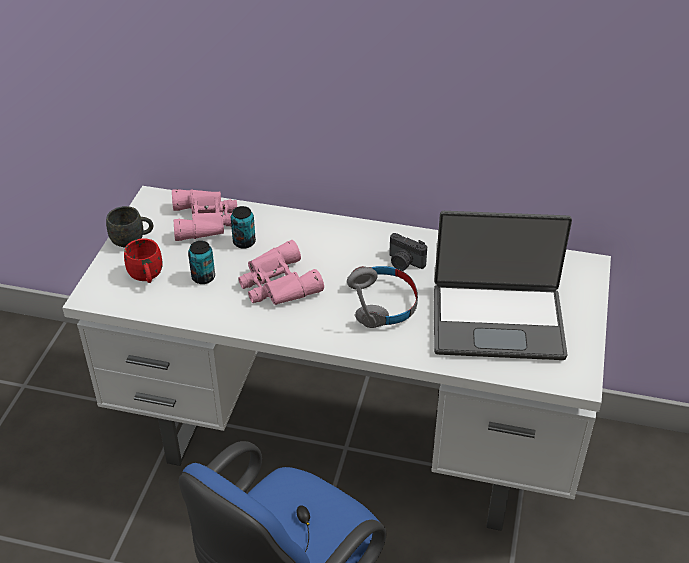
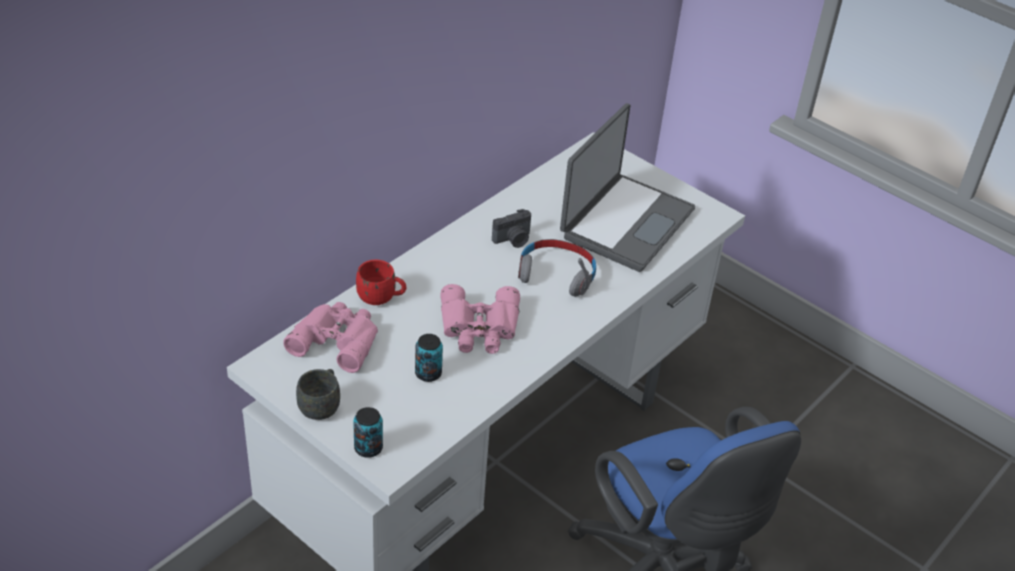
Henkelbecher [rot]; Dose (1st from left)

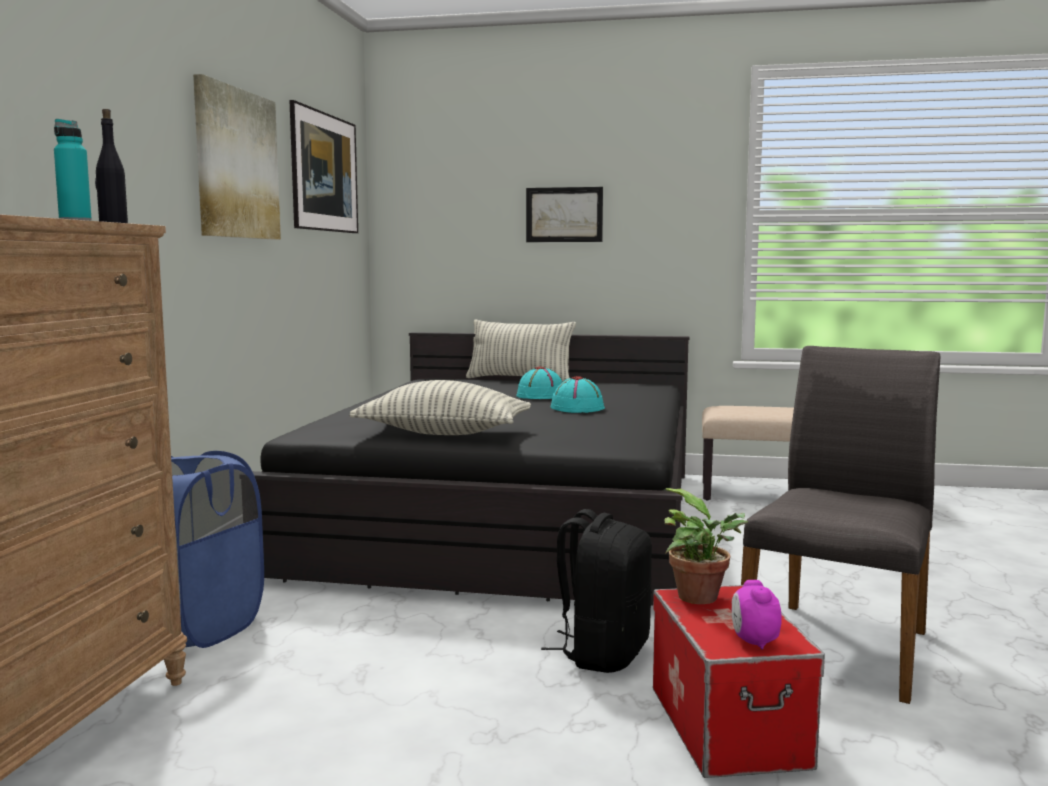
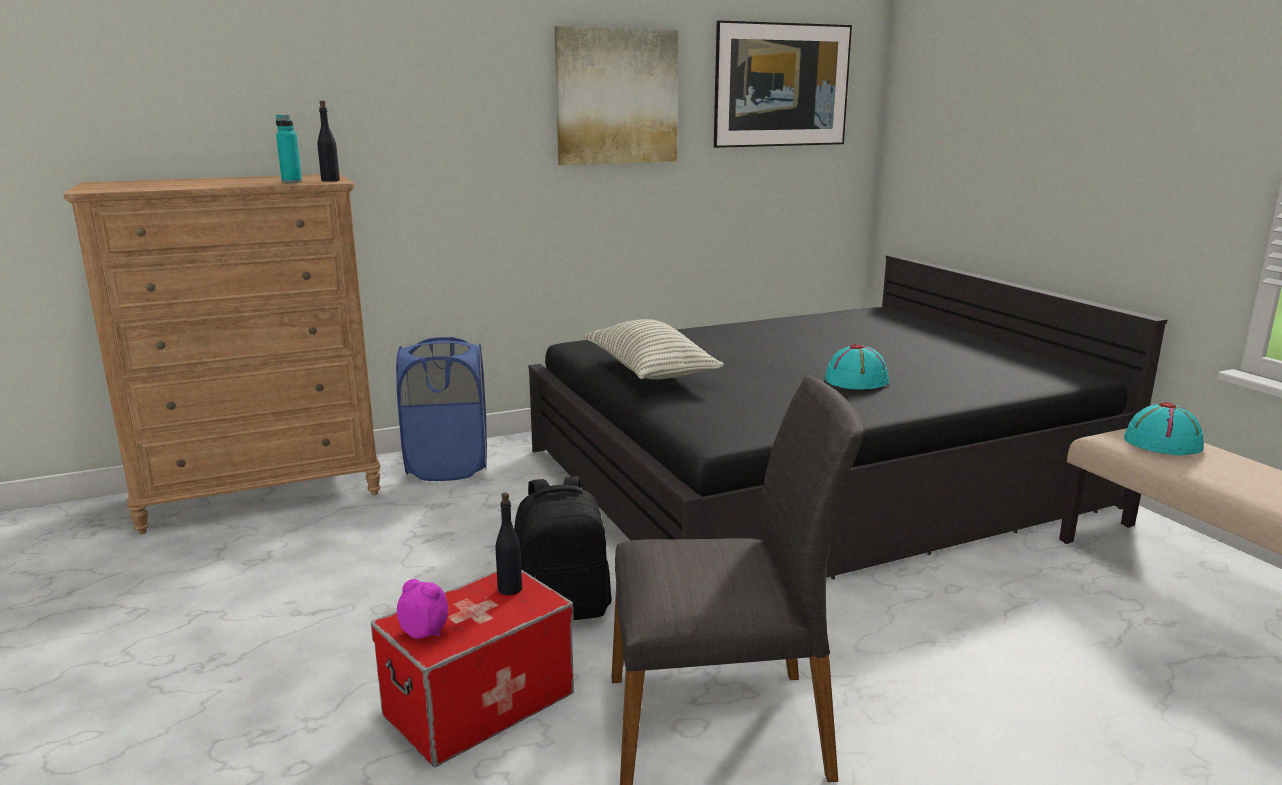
Kissen (2nd from left in the first image); Bild (3rd from left in the first image); Hut [türkis] (2nd from left); Flasche [schwarz] (2nd from left); Wecker

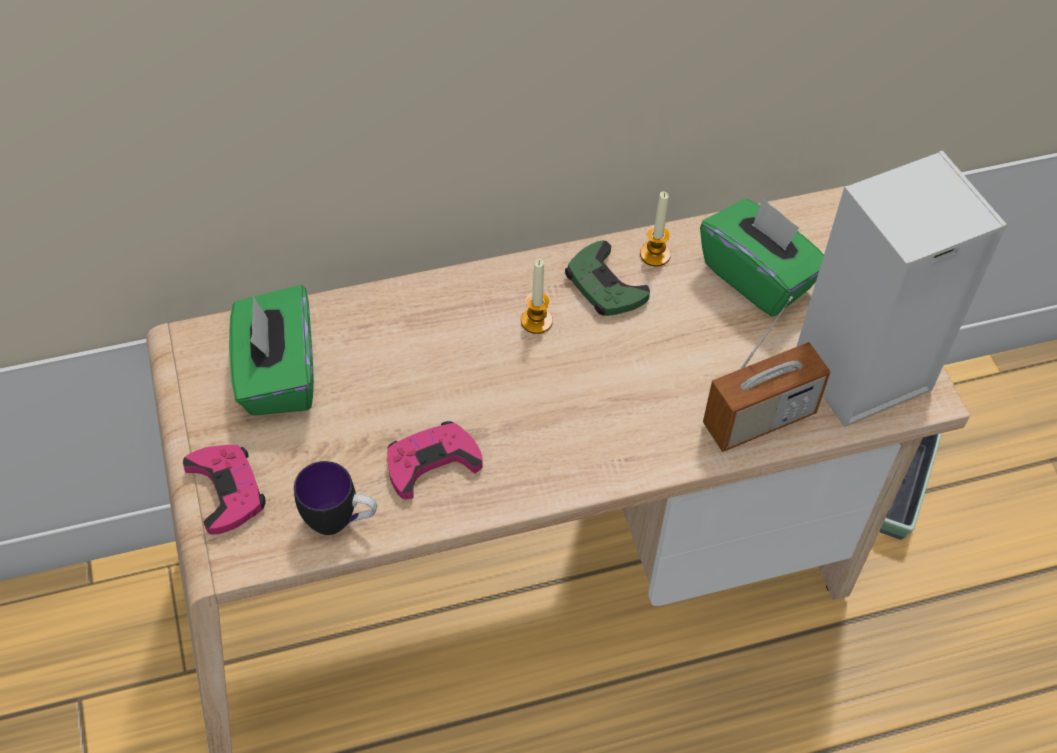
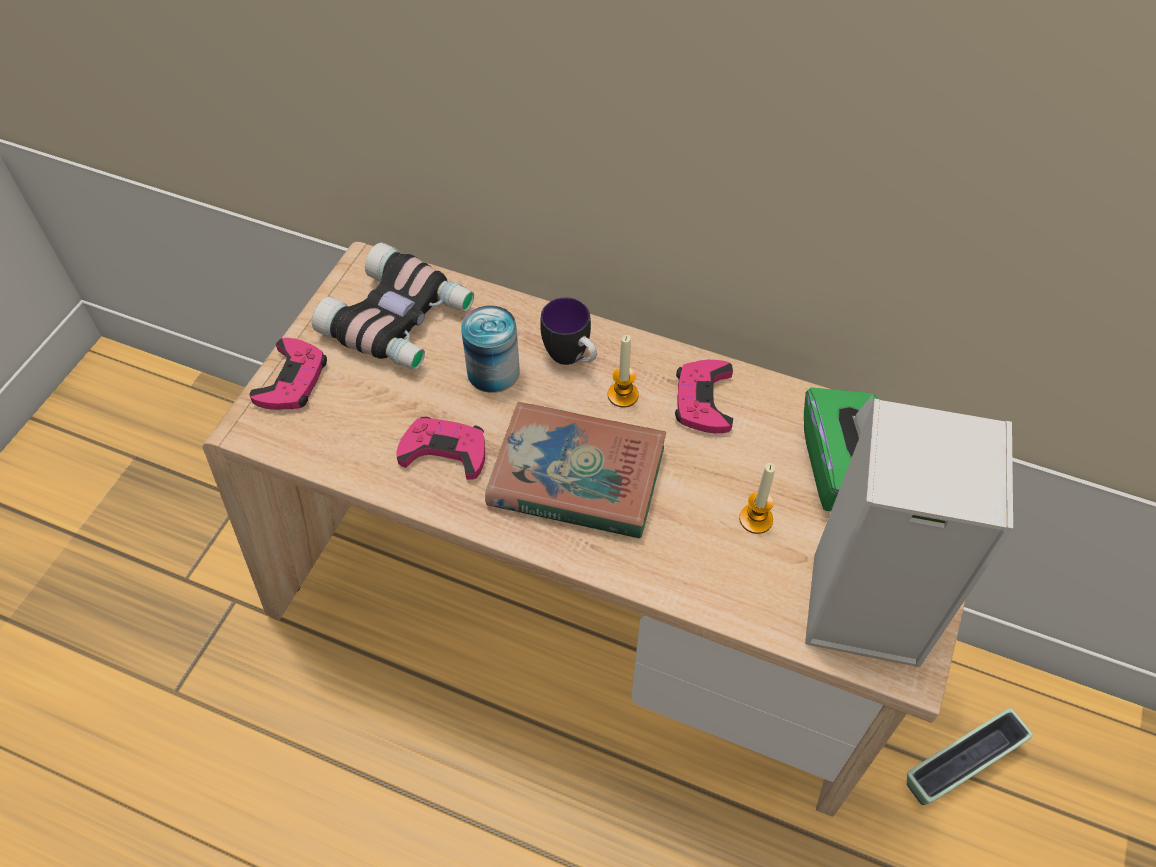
Radio; Dose; Buch; Henkelbecher; Kerze (2nd from left); Fernglas; Gamepad [rosa] (3rd from left)

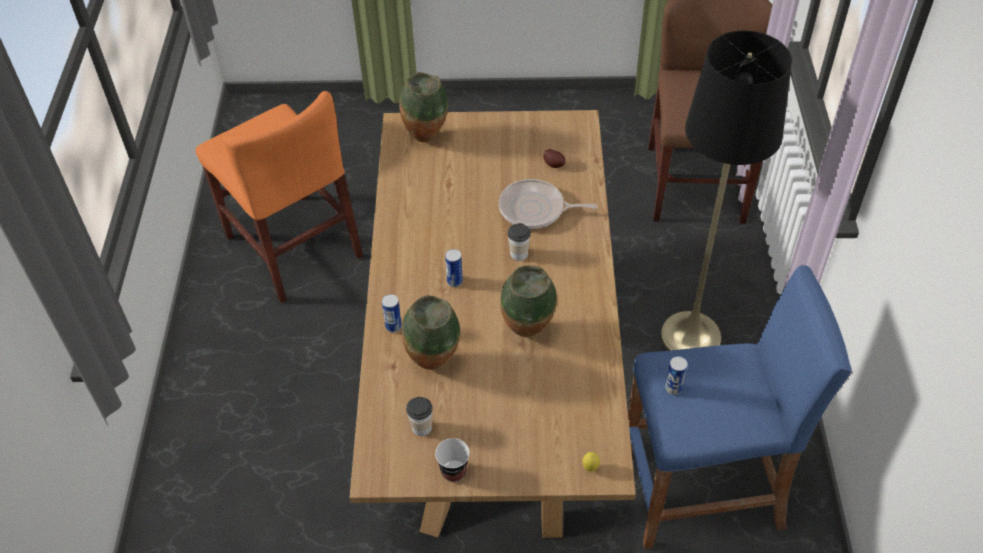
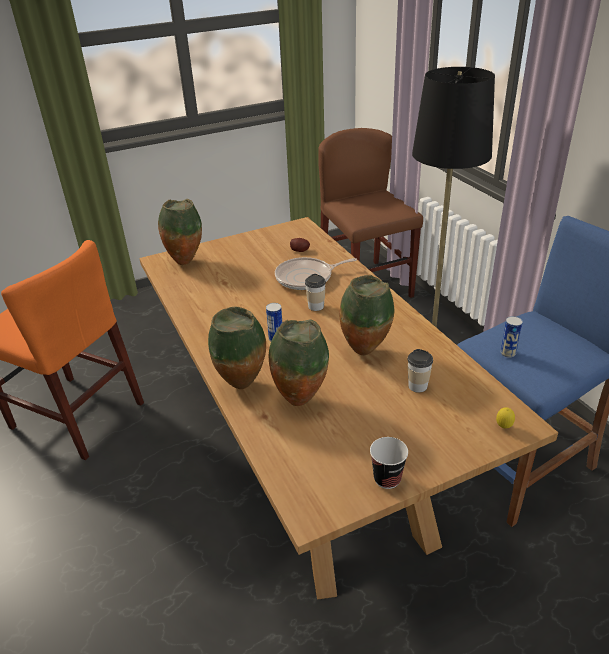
Tasse (3rd from left); Vase (2nd from left)

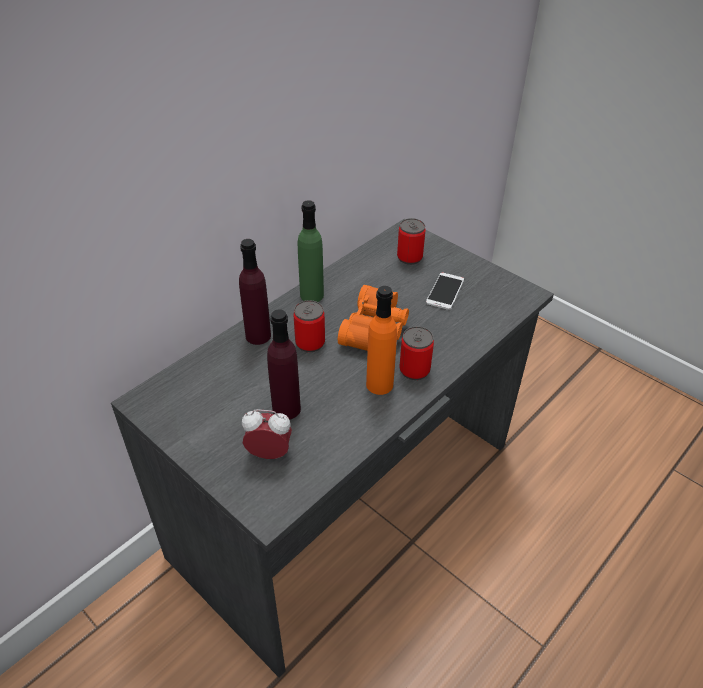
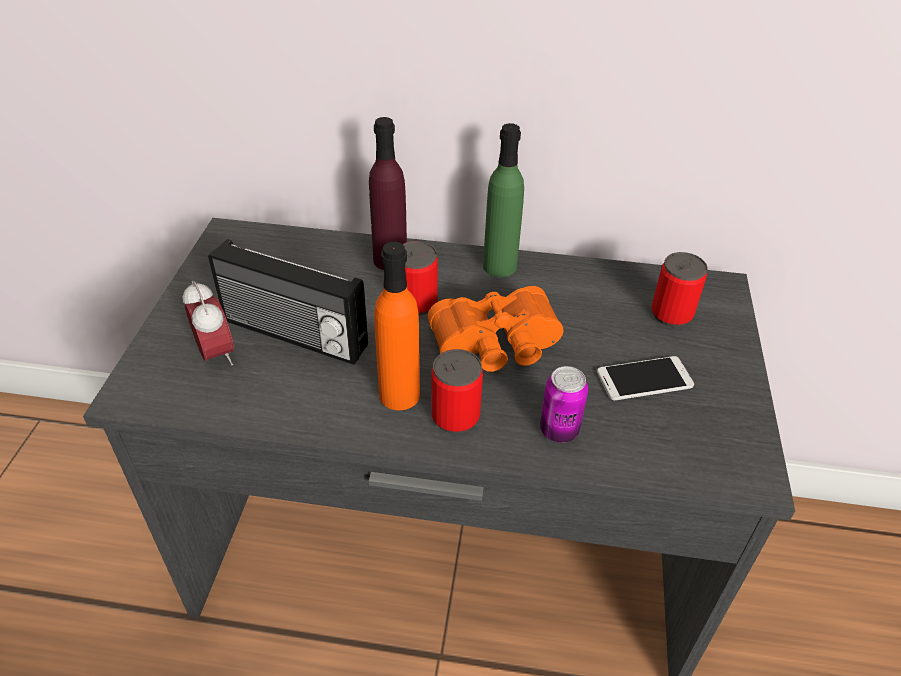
Dose (3rd from left); Radio

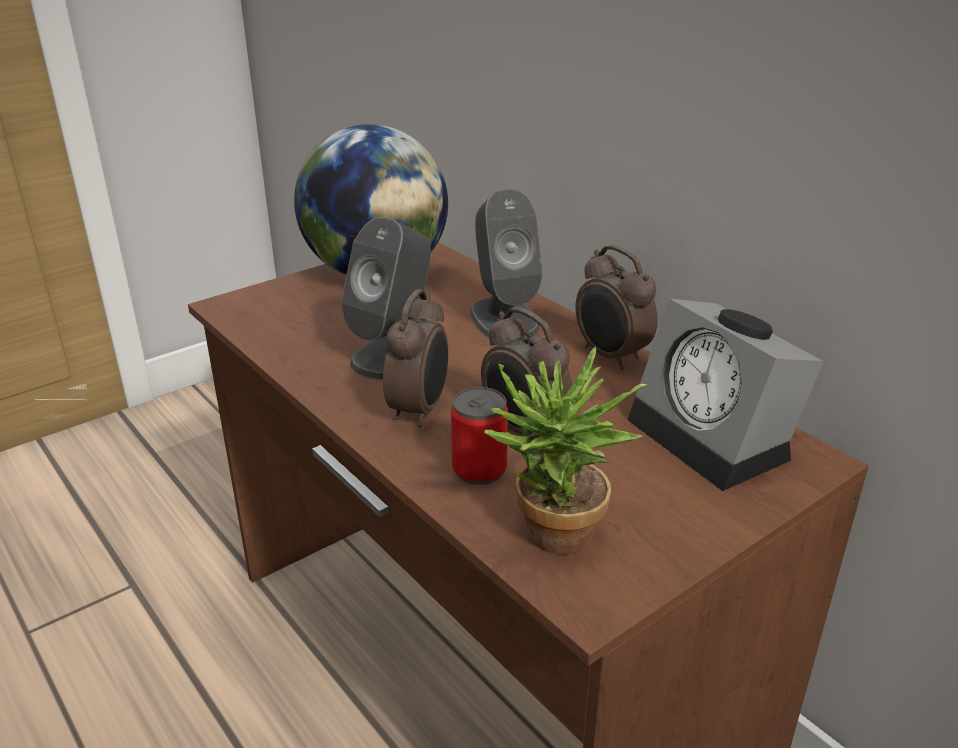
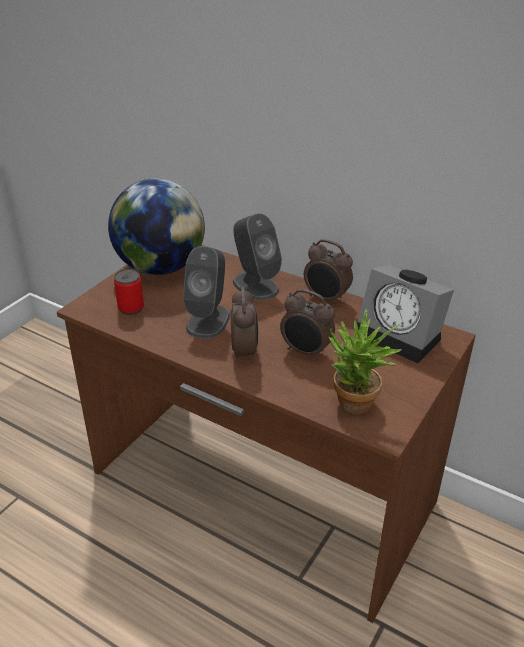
Dose

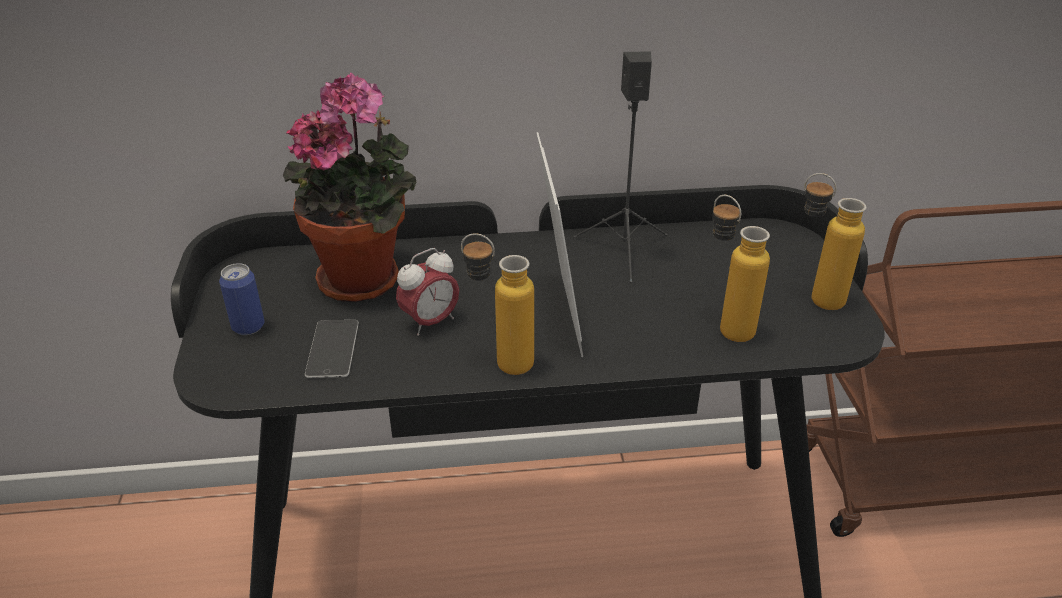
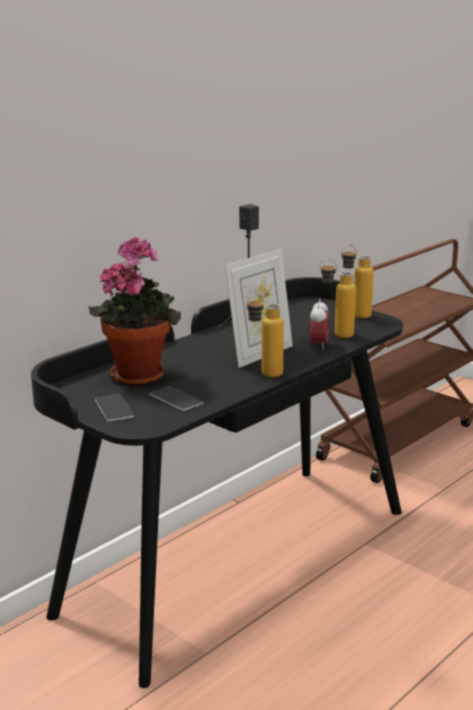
Wecker; Handy (1st from left); Bilderrahmen

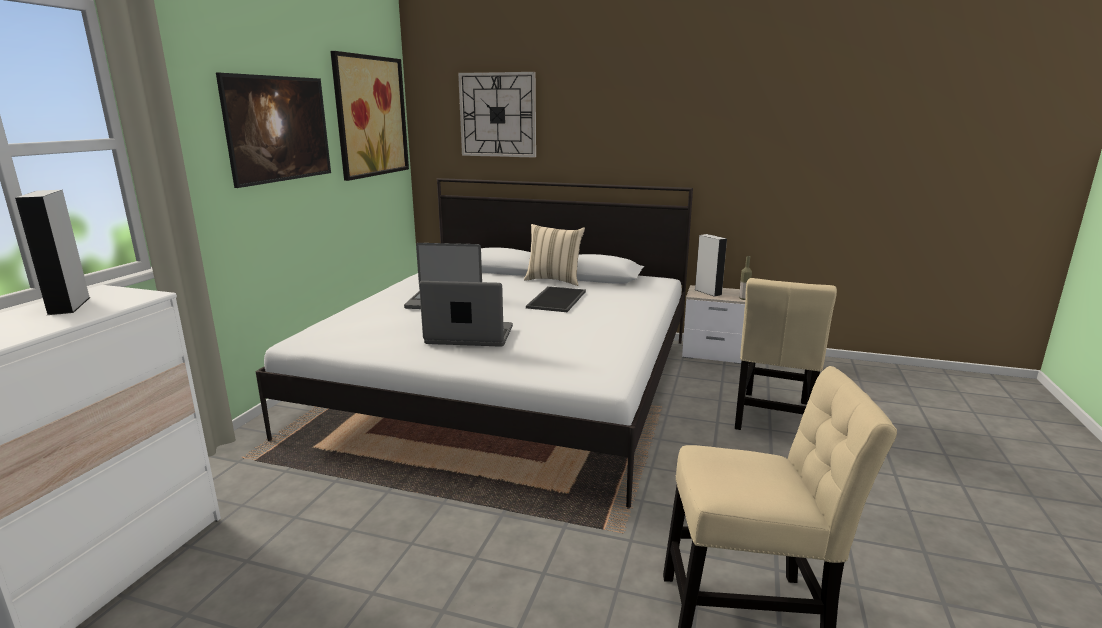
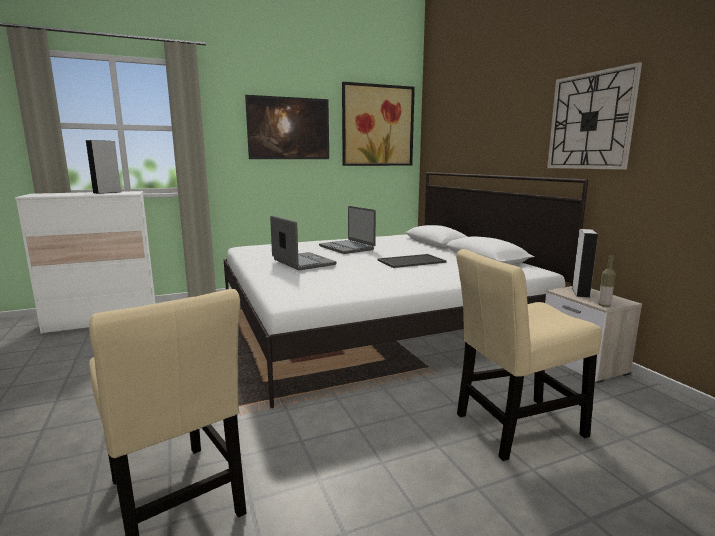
Kissen [beige]; Wanduhr

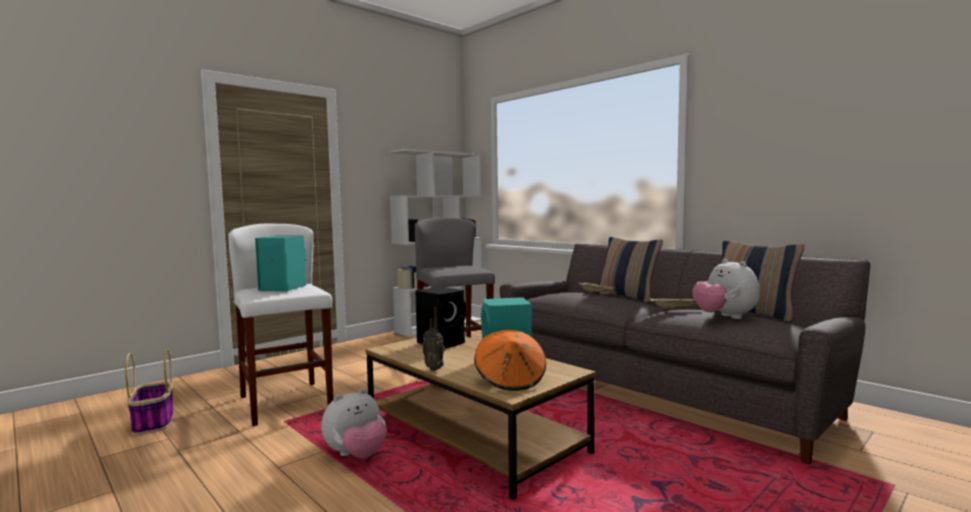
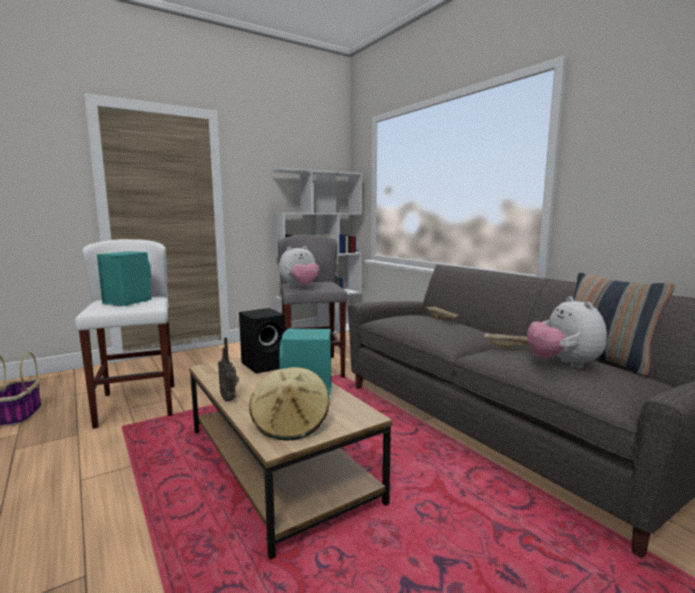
Kissen (1st from left in the first image); Plüschtier (1st from left); Hut [beige]

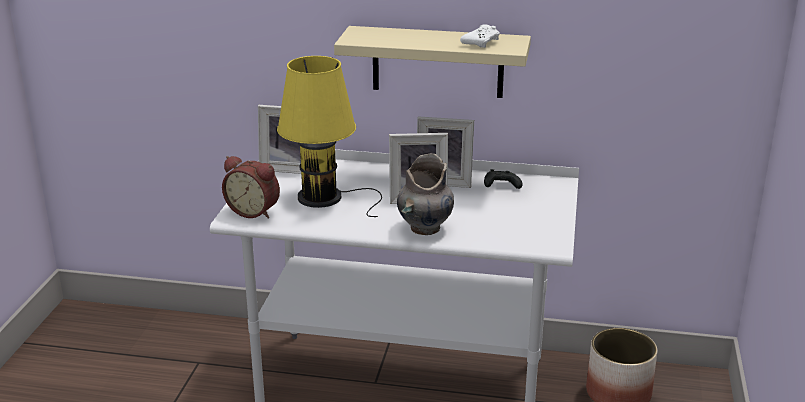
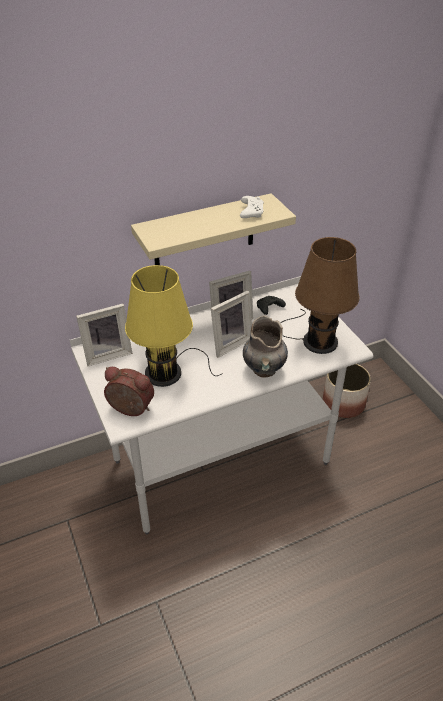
Tischlampe [braun]; Wecker

